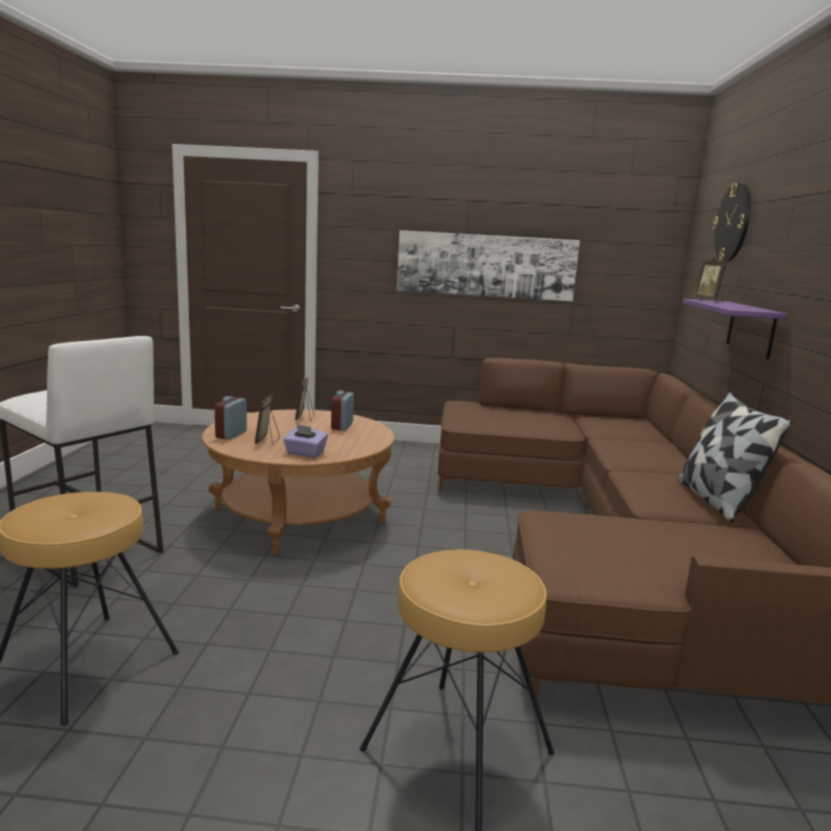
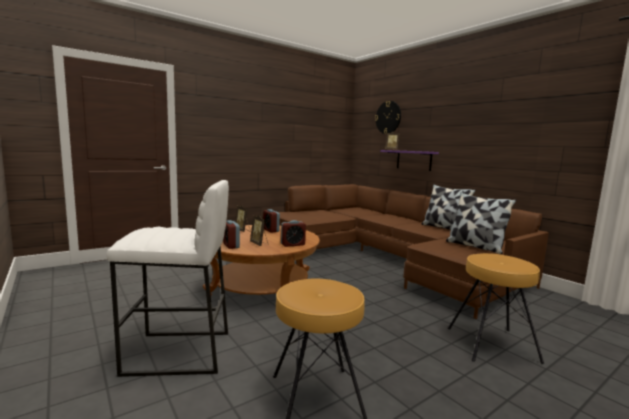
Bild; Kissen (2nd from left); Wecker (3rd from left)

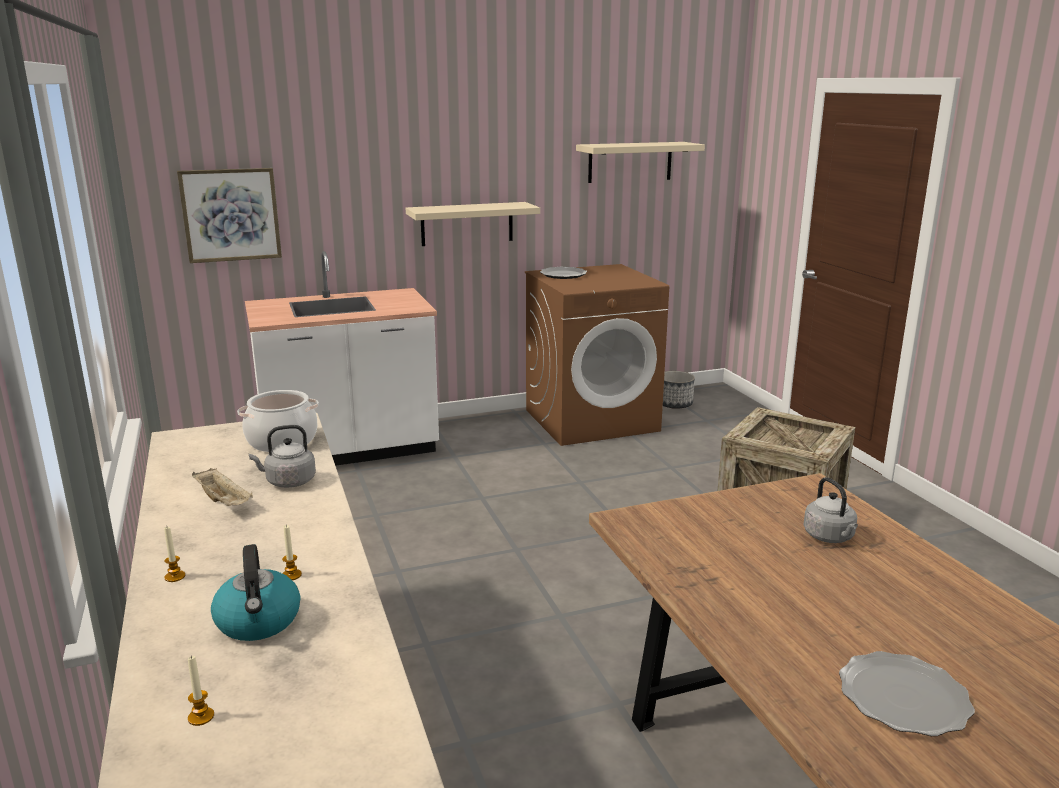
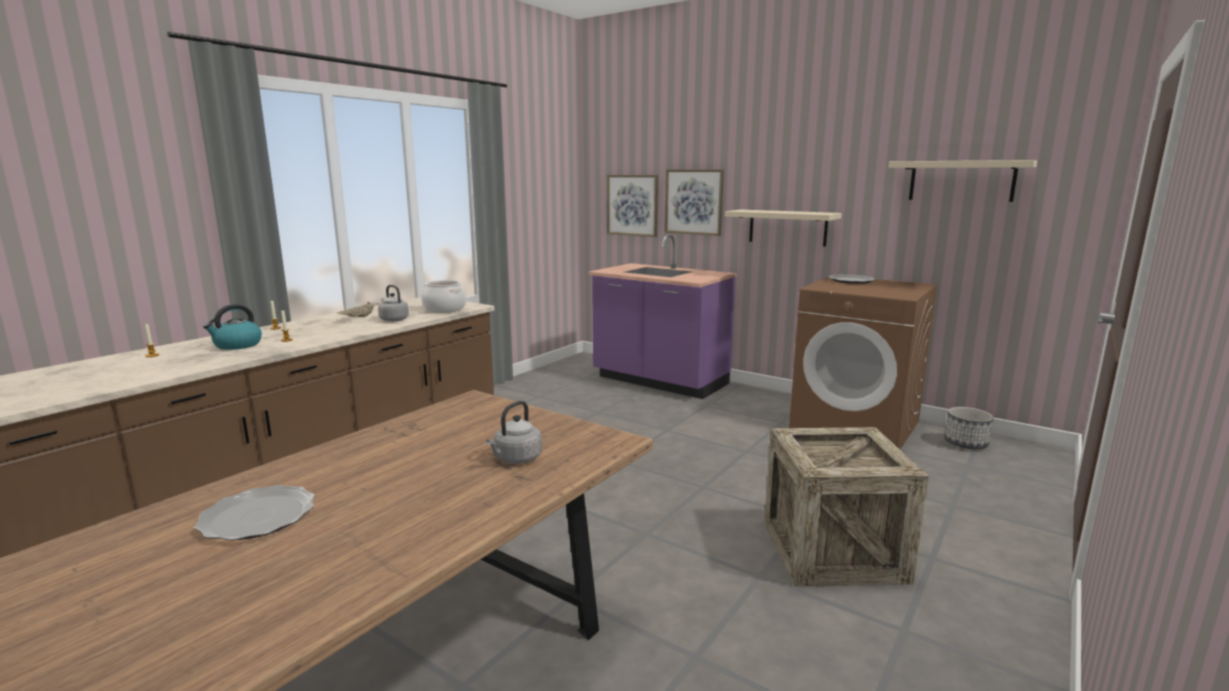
Bild (2nd from left); Küchenzeile [lila]

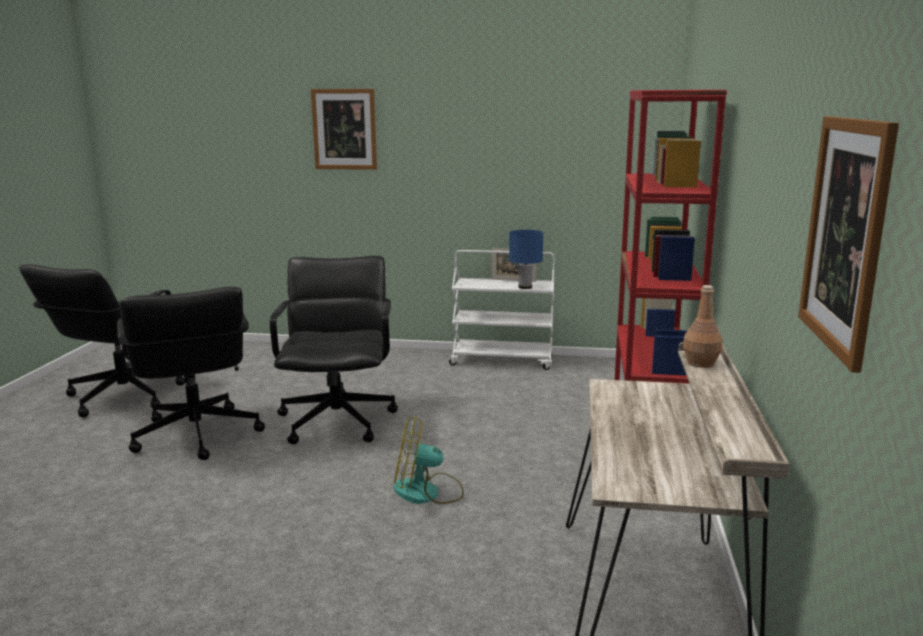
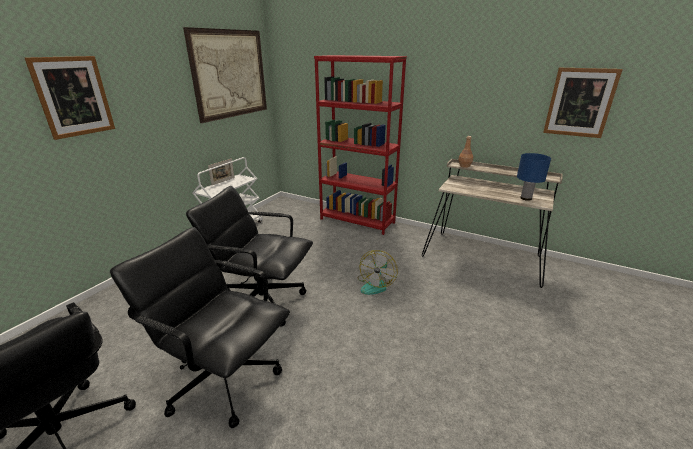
Bild (2nd from left); Tischlampe [blau]; Bürostuhl [schwarz] (2nd from left)

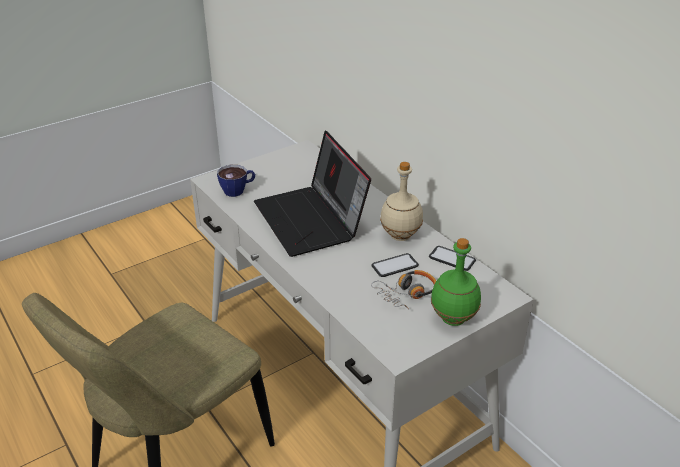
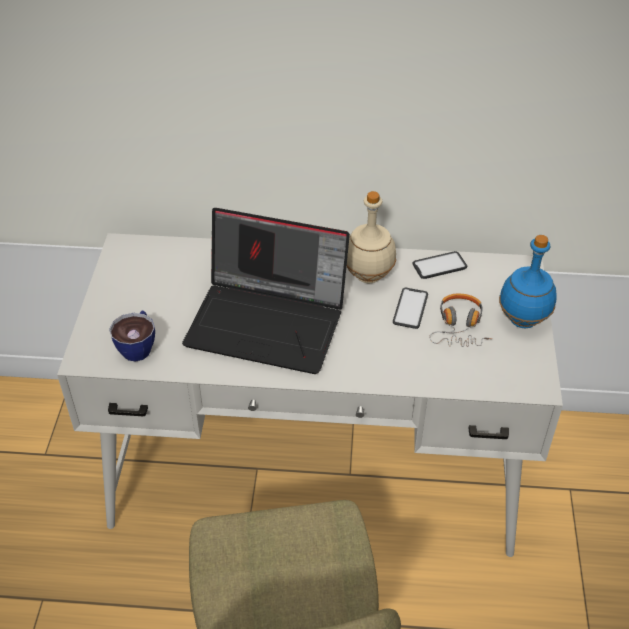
Flasche [blau]

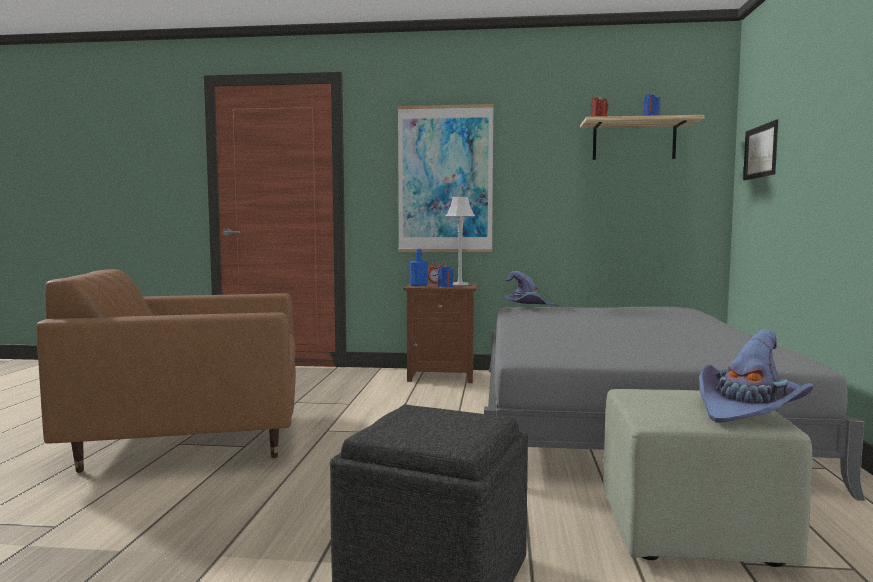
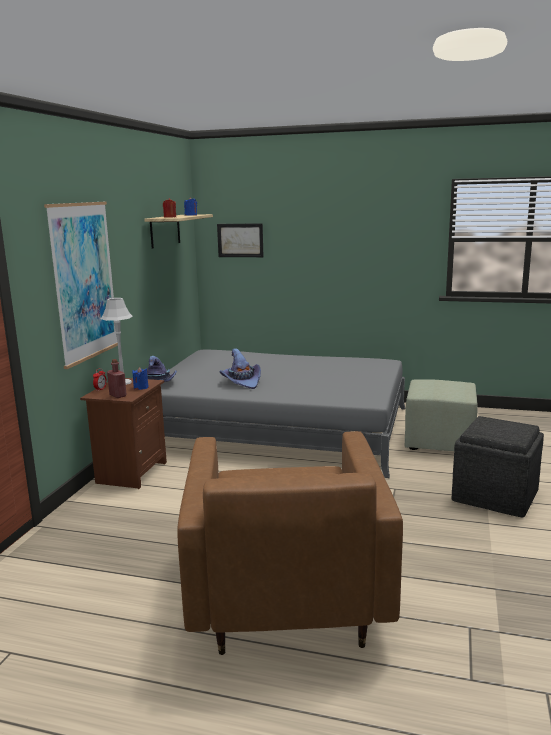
Hut [lila] (2nd from left); Flasche [rot]

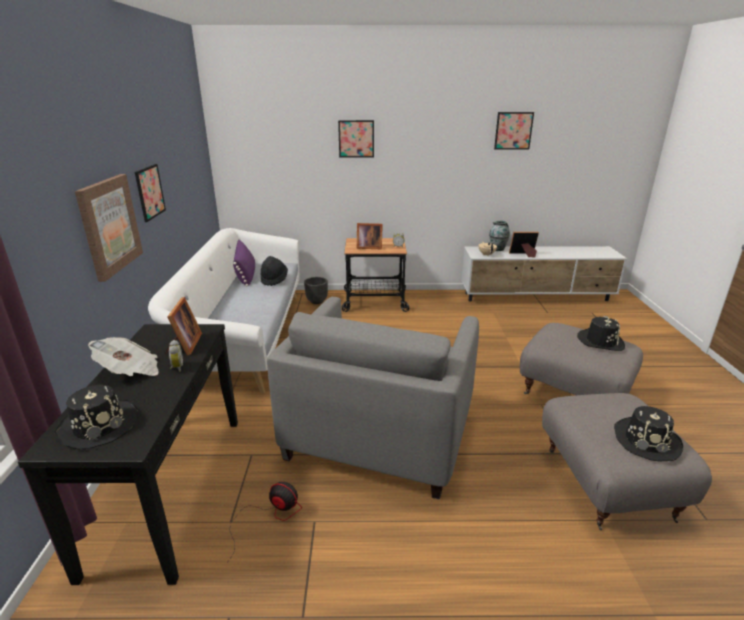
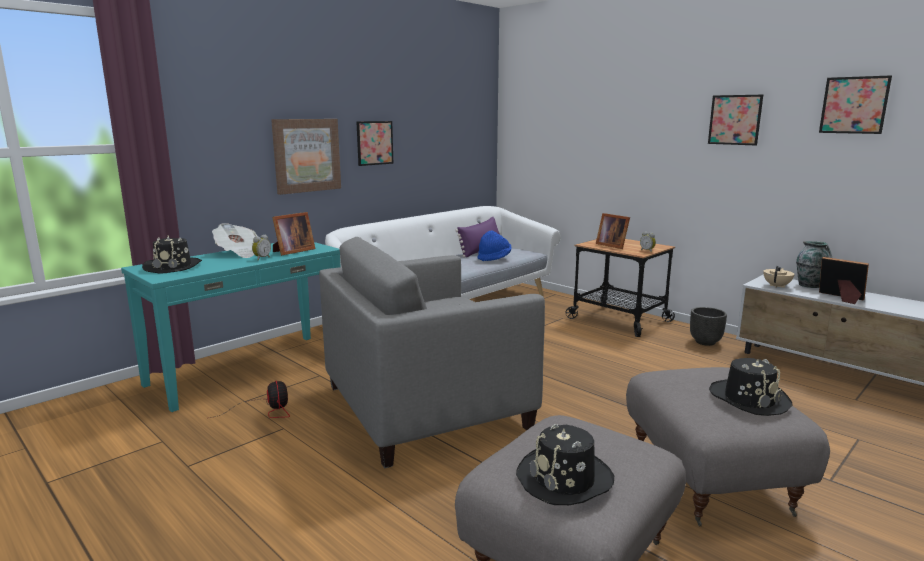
Pflanzkübel [schwarz]; Bild (3rd from left); Konsolentisch [türkis]; Hut [blau]

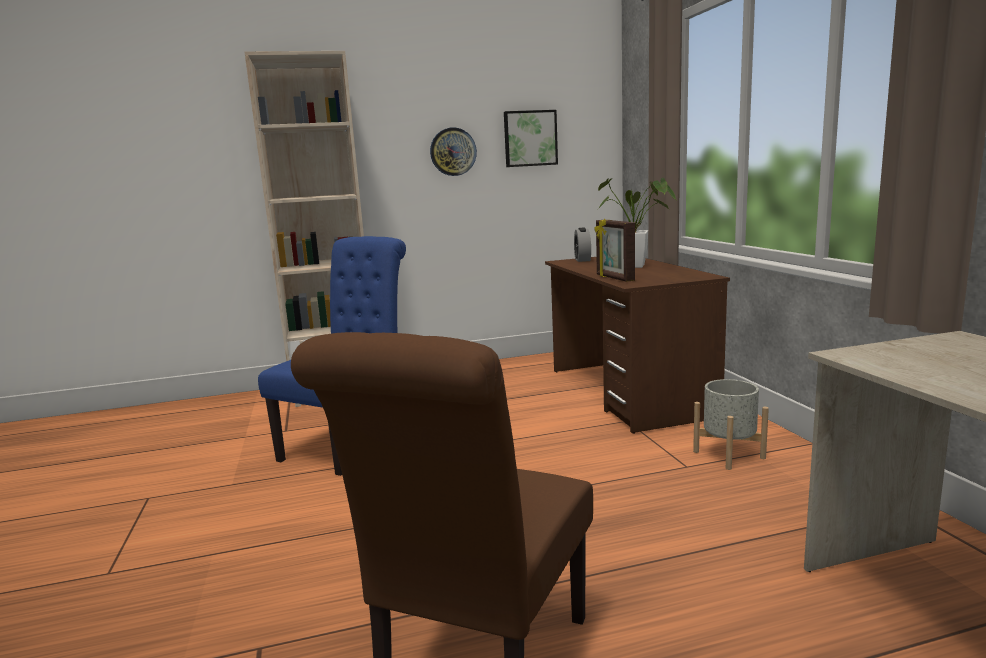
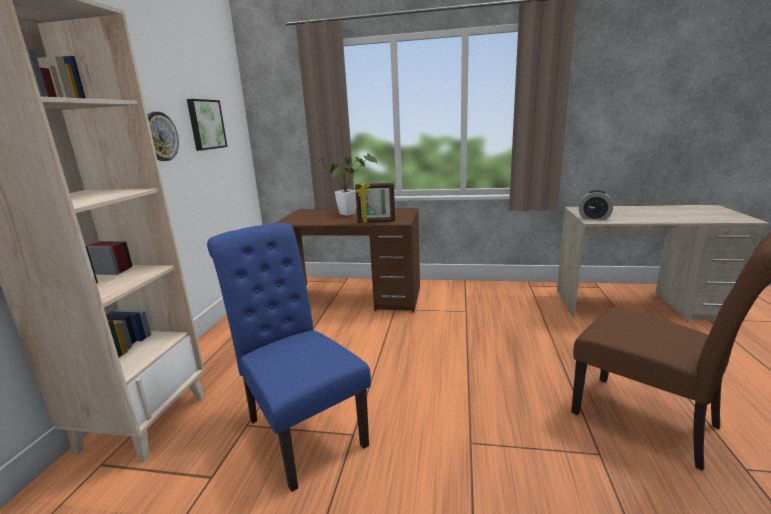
Pflanzkübel [grau]; Wecker

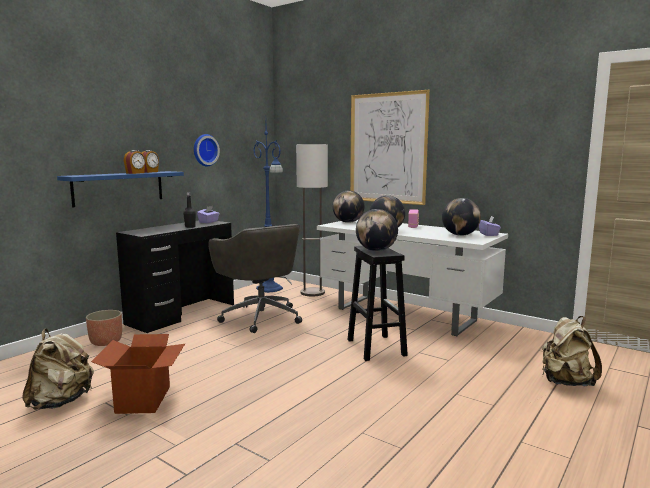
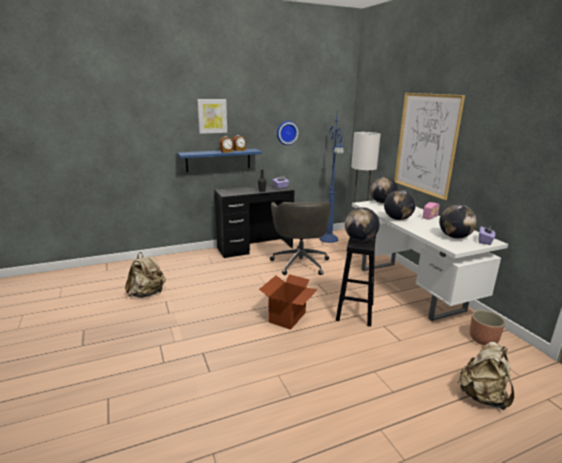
Bild (1st from left); Pflanzkübel; Karton

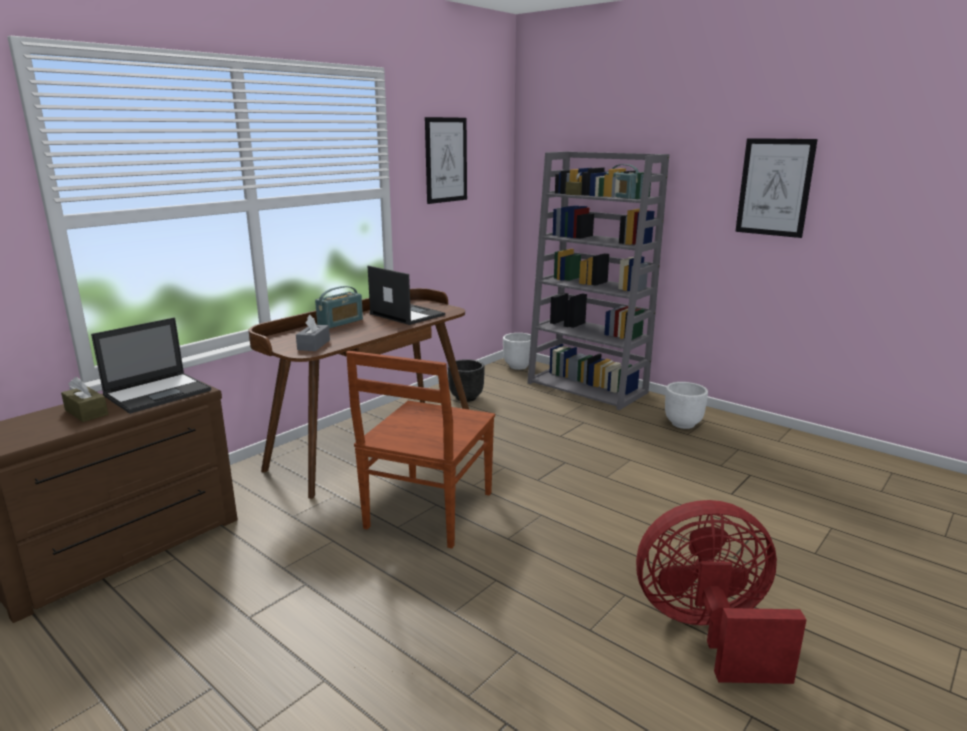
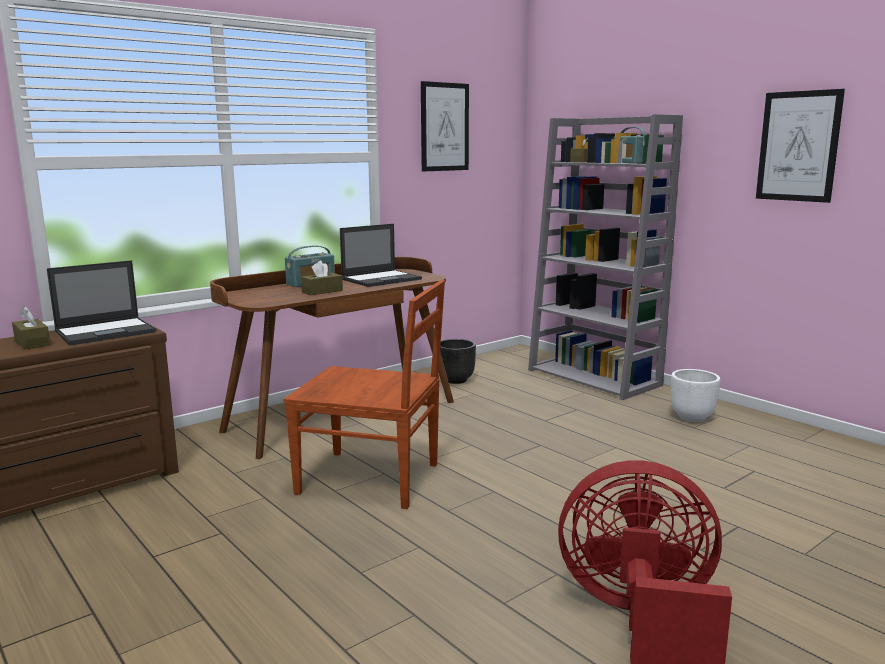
Taschentuchbox [grau]; Pflanzkübel [weiß] (1st from left in the first image); Taschentuchbox [braun] (2nd from left); Stuhl [braun]; Laptop (2nd from left)

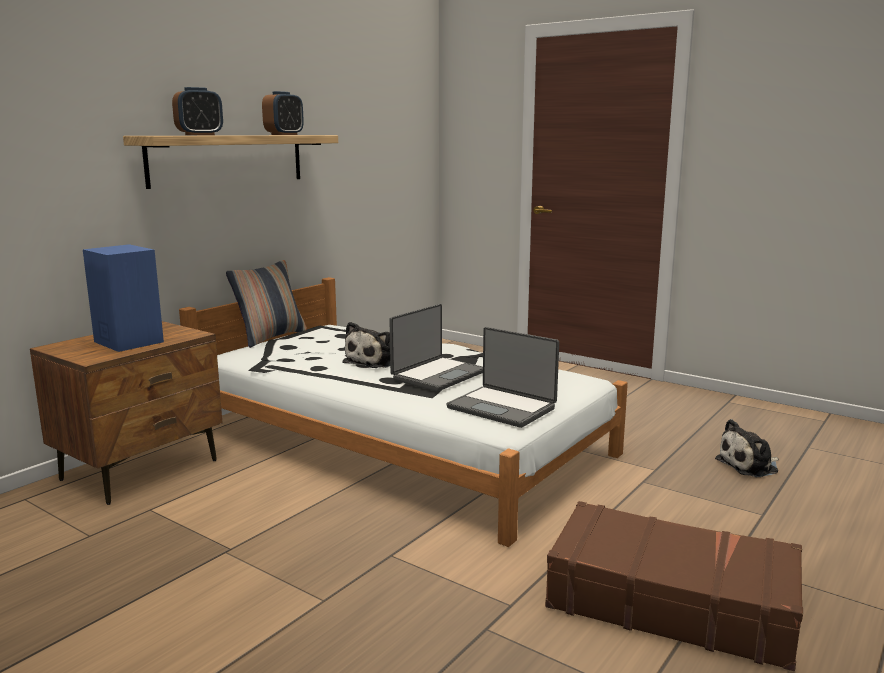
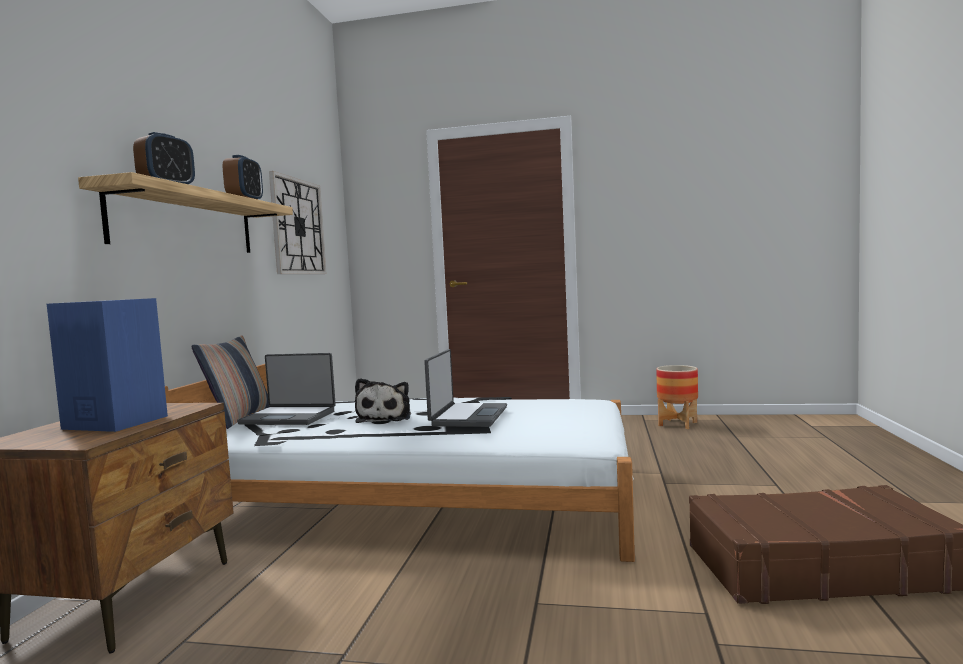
Plüschtier (2nd from left in the first image); Wanduhr; Pflanzkübel; Laptop (1st from left)

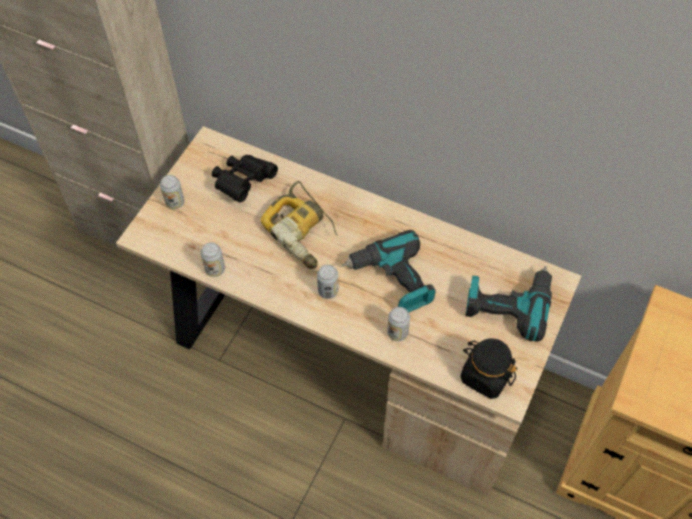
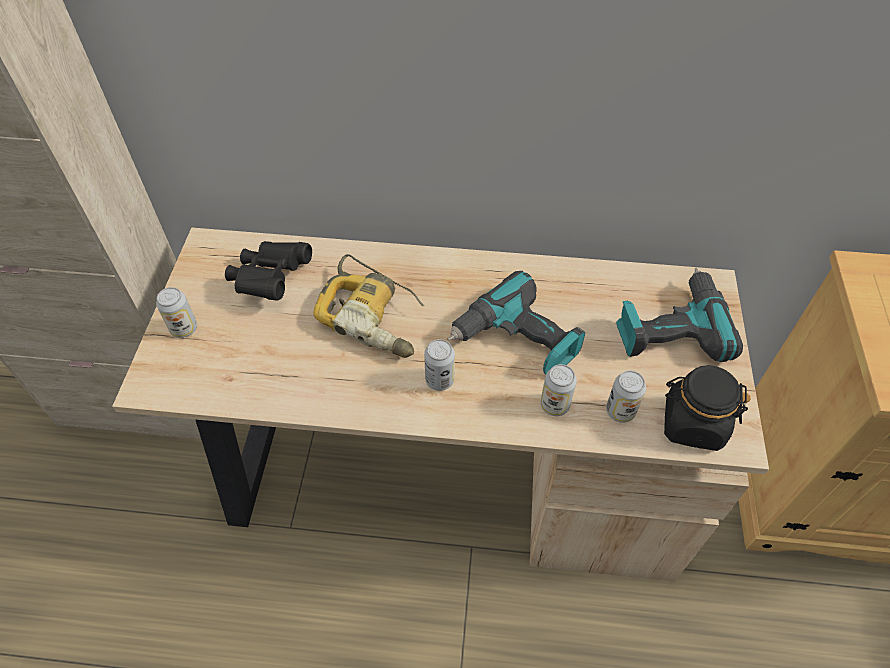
Dose (4th from left)

